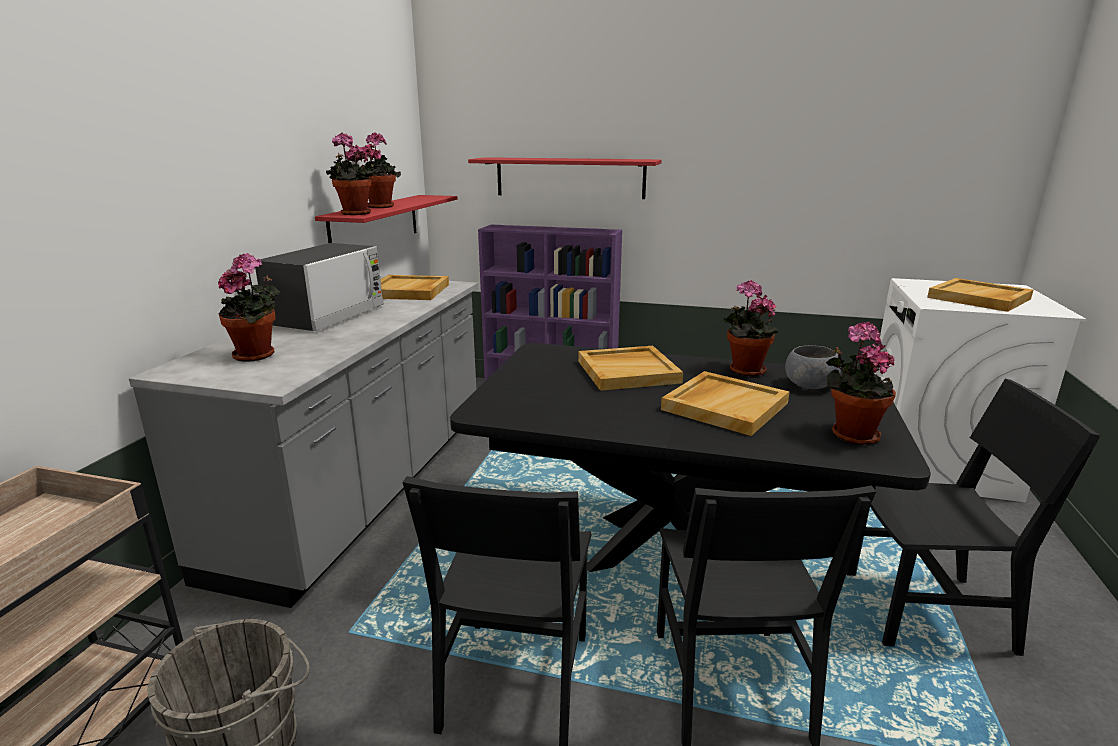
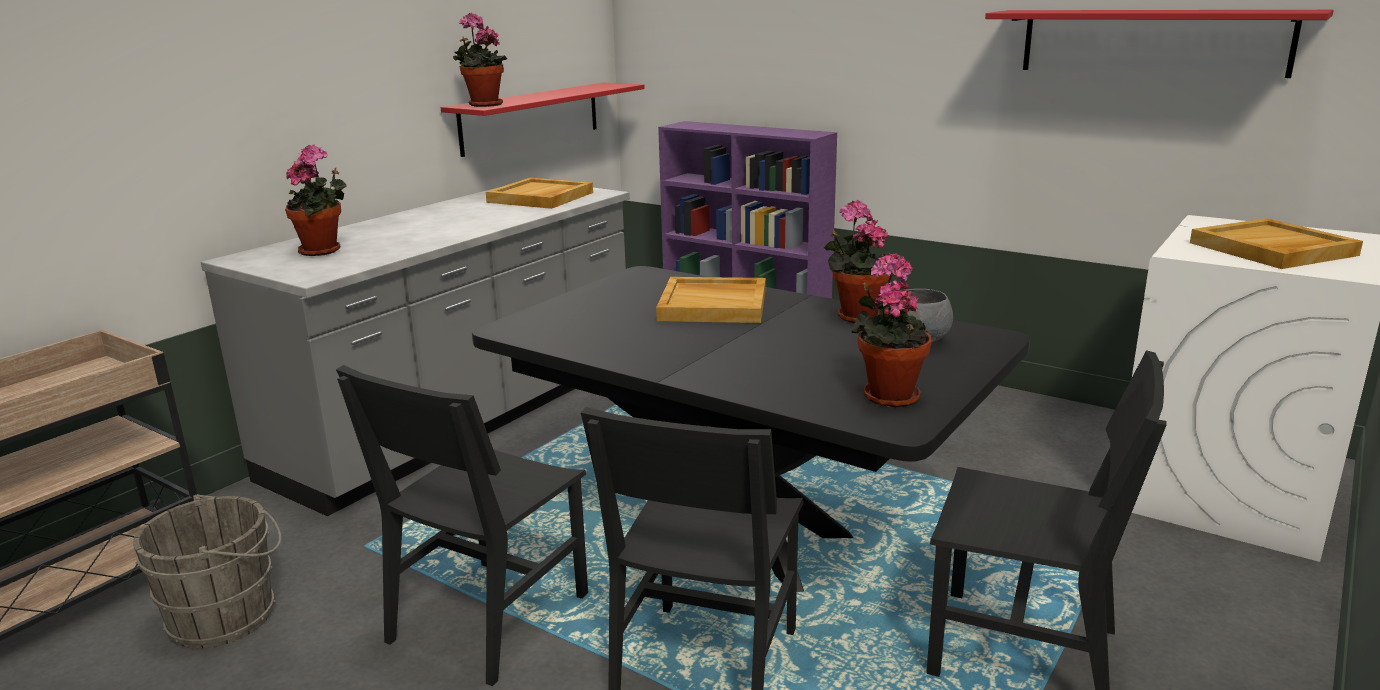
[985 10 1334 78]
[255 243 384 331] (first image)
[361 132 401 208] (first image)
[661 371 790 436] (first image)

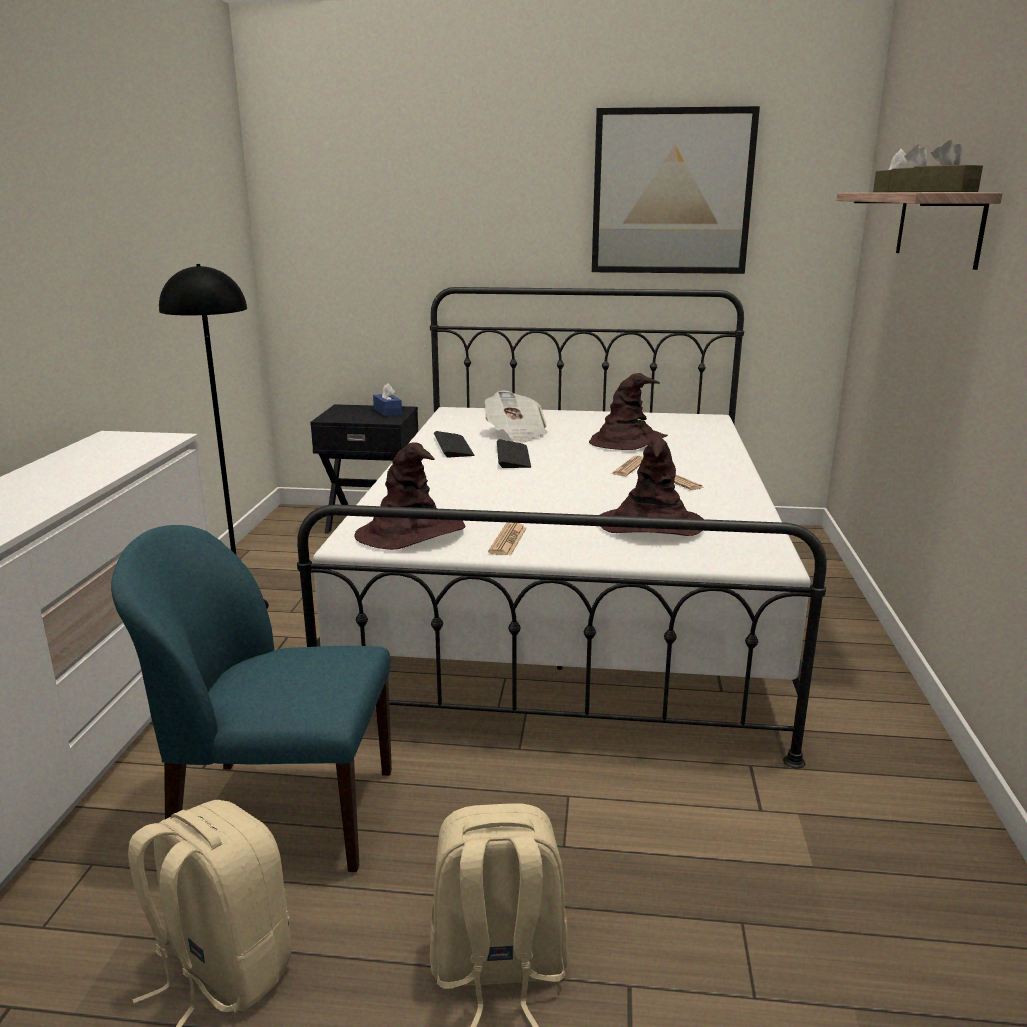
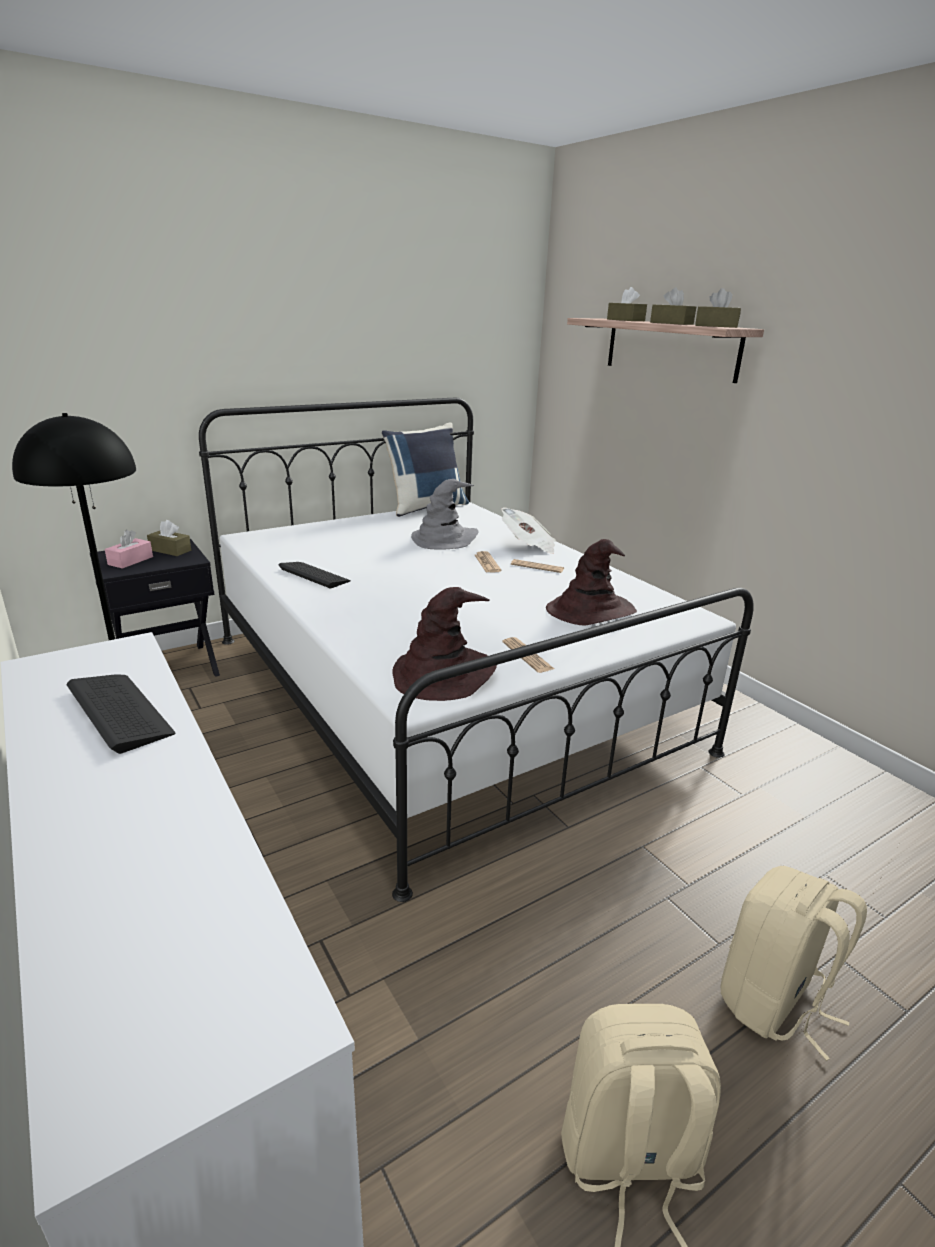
[67 674 175 754]
[105 530 153 569]
[147 520 191 556]
[382 422 469 517]
[411 479 478 550]
[502 507 556 554]
[111 525 392 872] (first image)
[592 106 760 274] (first image)

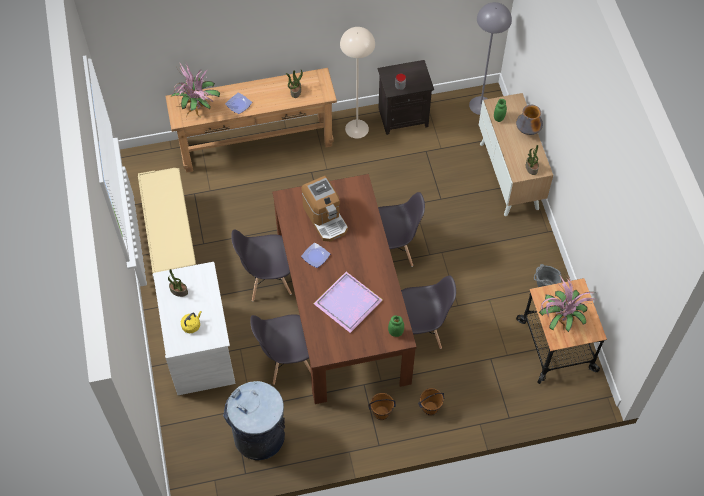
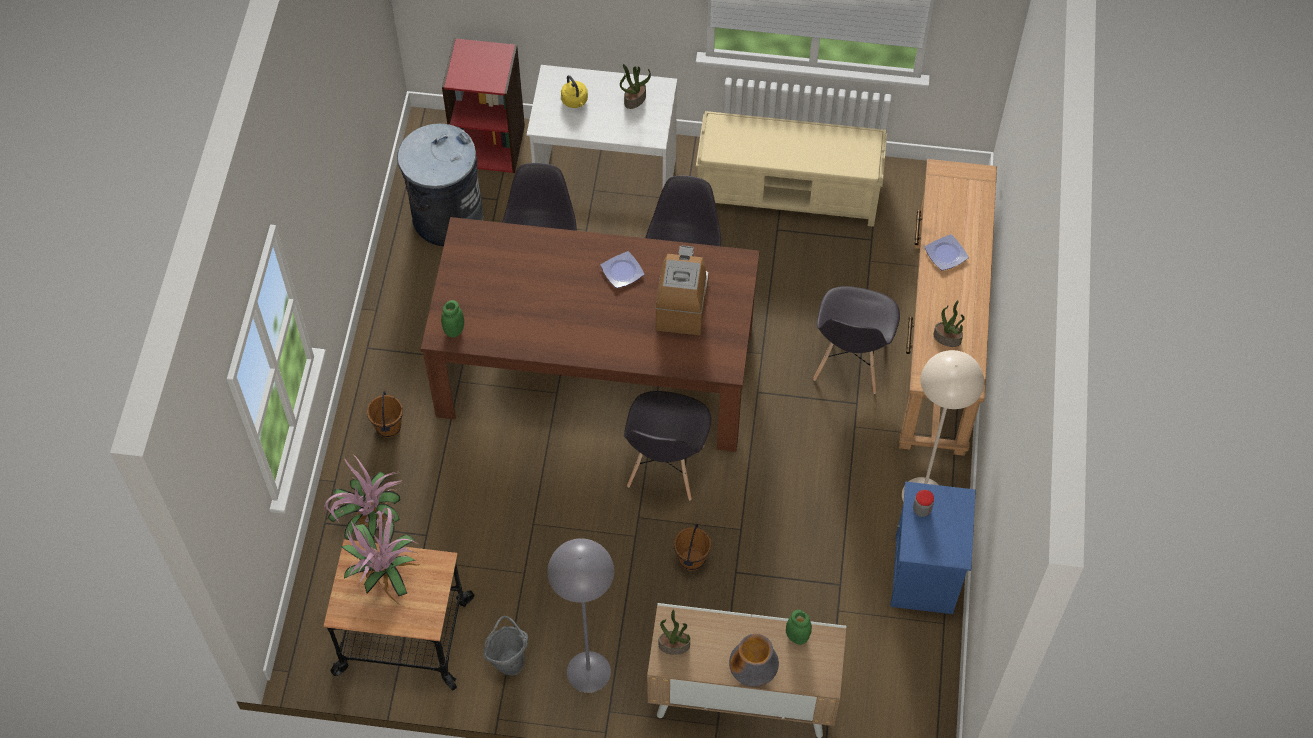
[324 455 403 540]
[442 38 525 173]
[548 538 614 693]
[655 246 709 335]
[674 524 711 571]
[813 286 900 394]
[890 481 976 614]
[313 272 383 333] (first image)

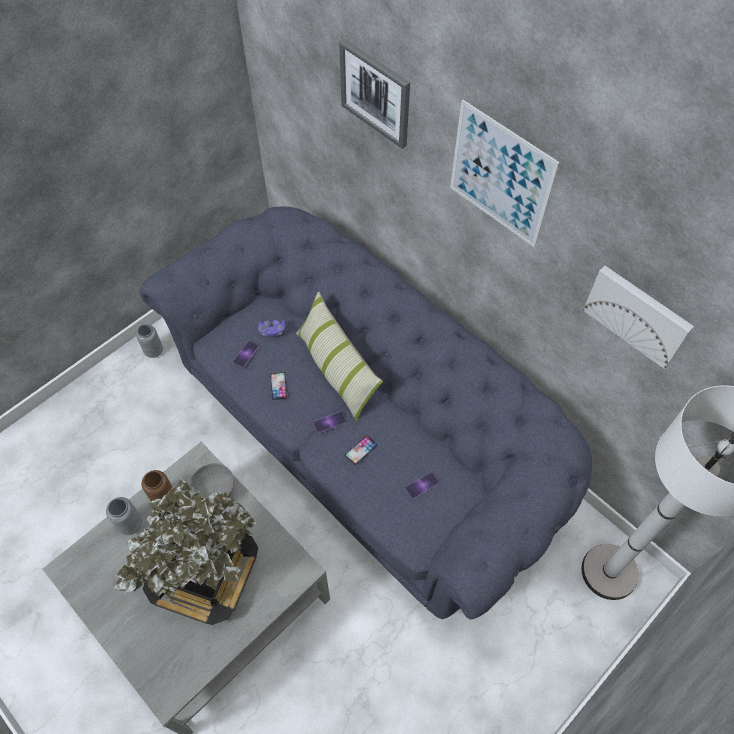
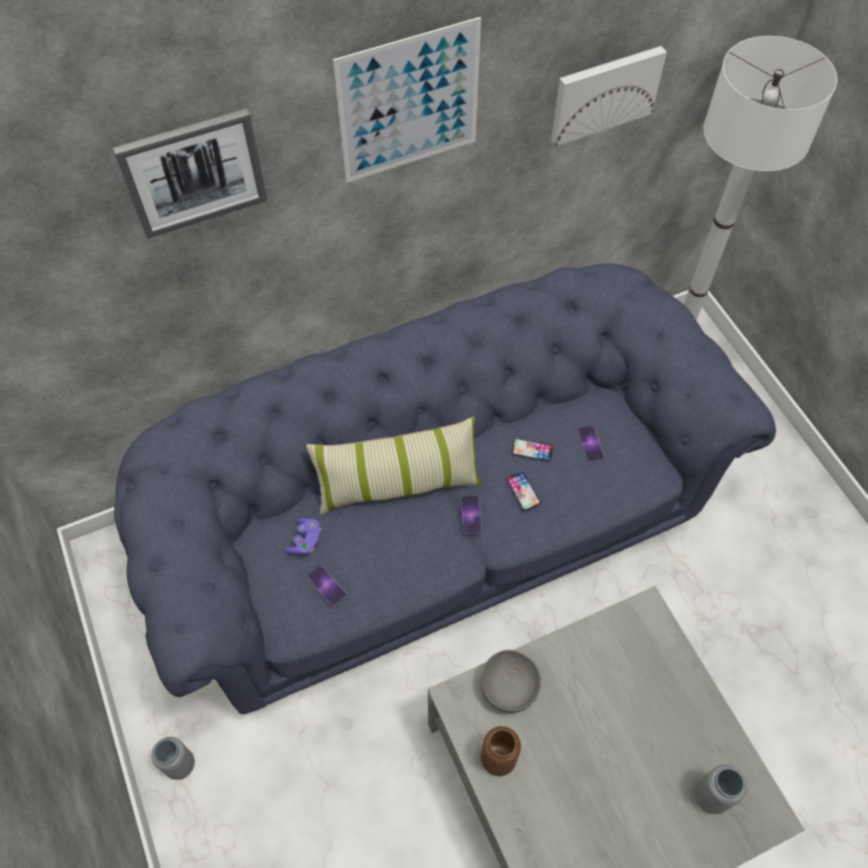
[512 438 553 462]
[695 764 747 814]
[114 479 258 625] (first image)

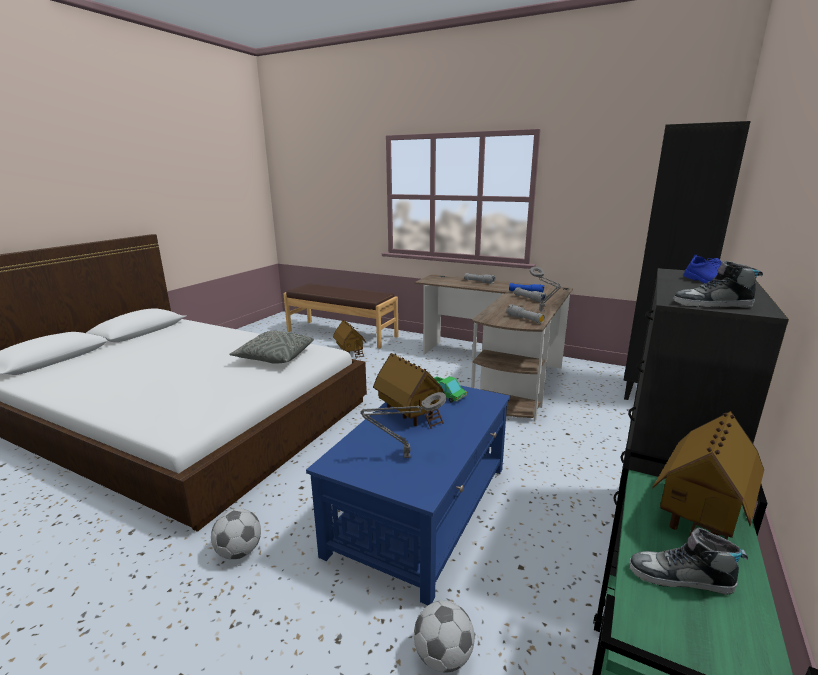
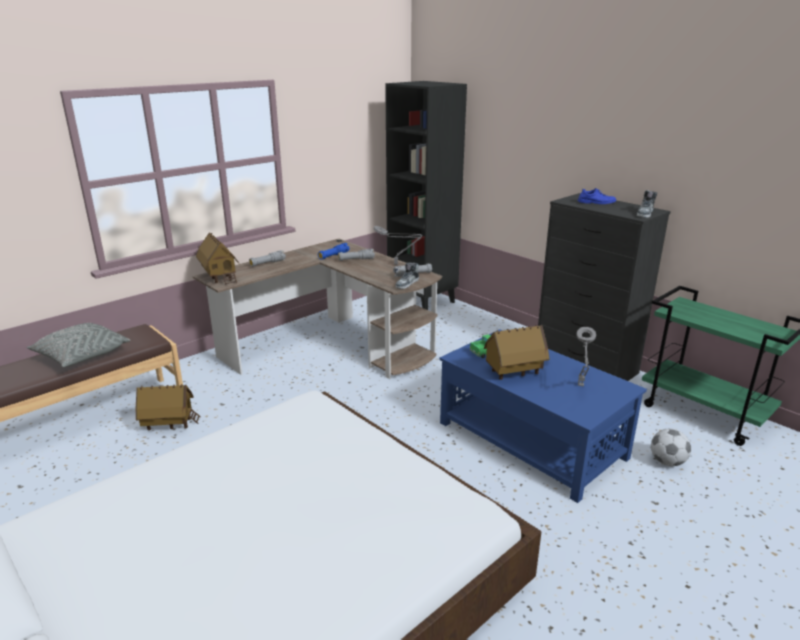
[26 323 131 367]
[196 233 239 285]
[395 263 419 289]
[211 508 261 560] (first image)

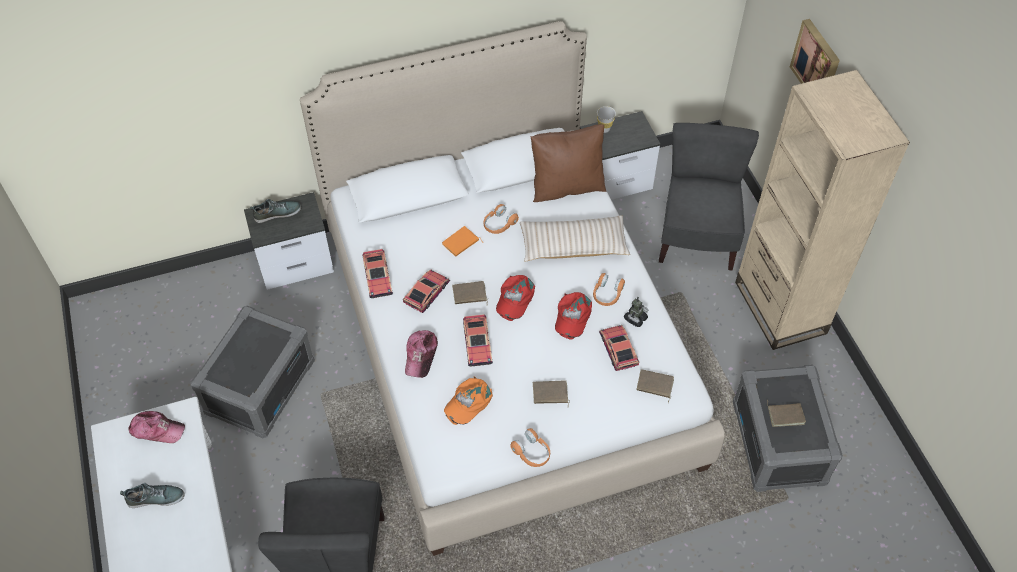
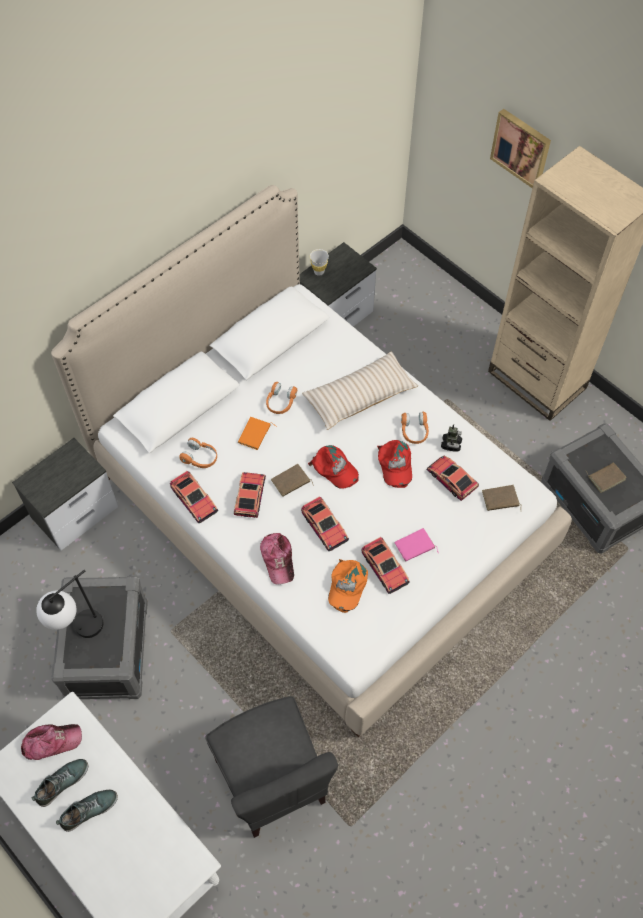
[32 759 88 807]
[36 570 103 638]
[179 437 217 468]
[308 445 359 489]
[362 537 410 594]
[395 528 438 562]
[531 124 606 202] (first image)
[659 123 759 270] (first image)

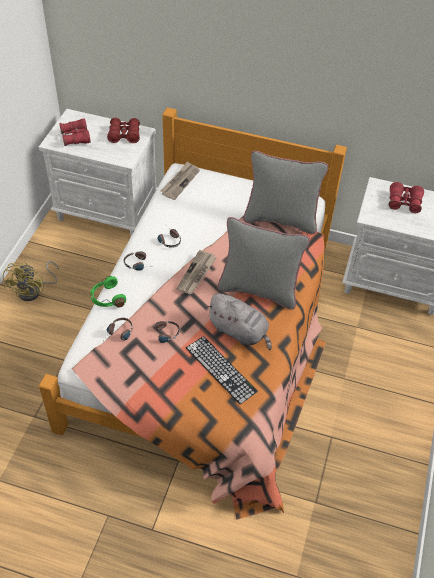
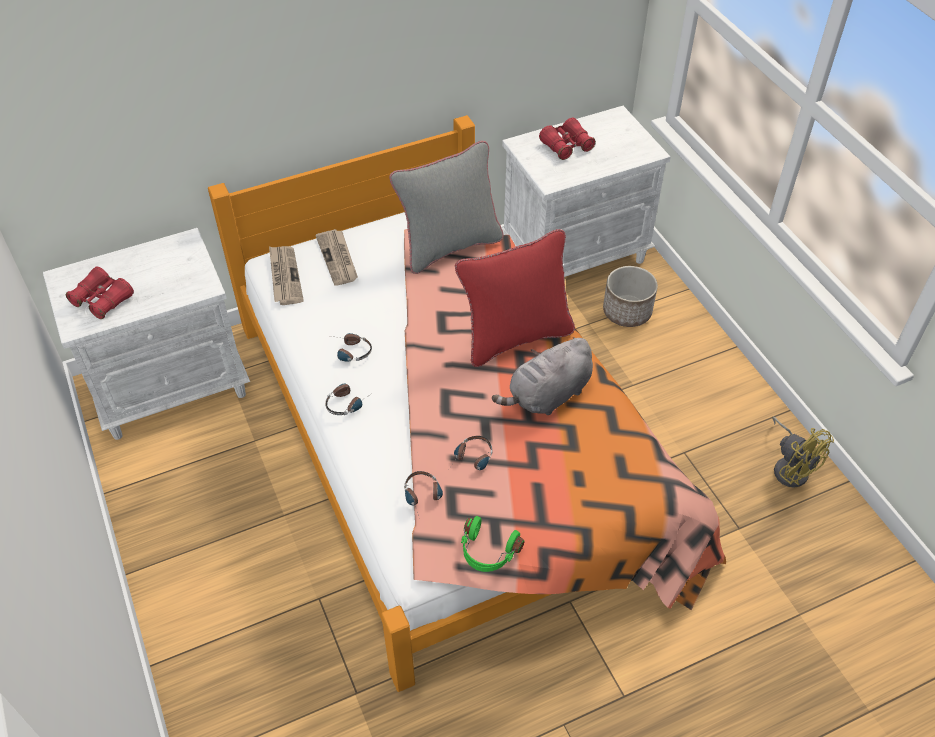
[315 229 358 286]
[455 229 575 367]
[461 516 525 572]
[492 337 593 415]
[603 266 658 327]
[772 416 834 487]
[107 118 140 143] (first image)
[186 336 258 404] (first image)

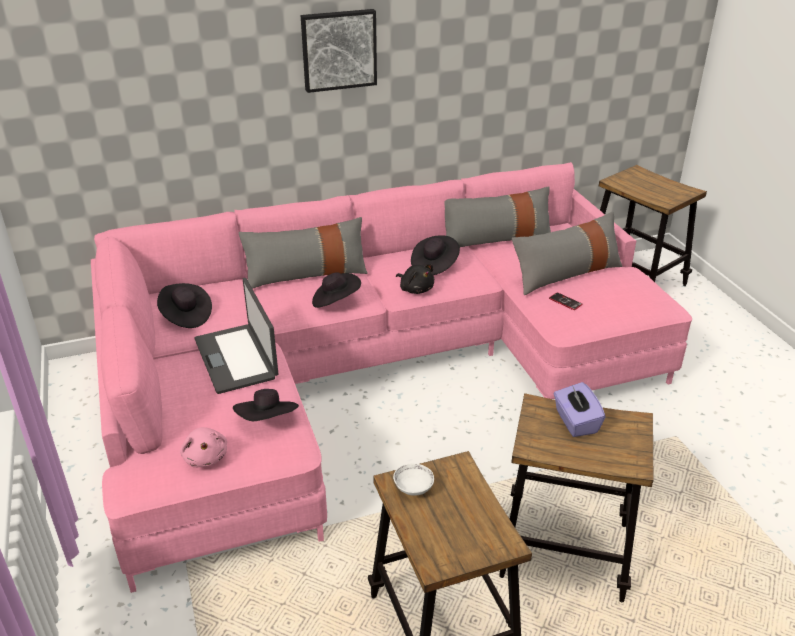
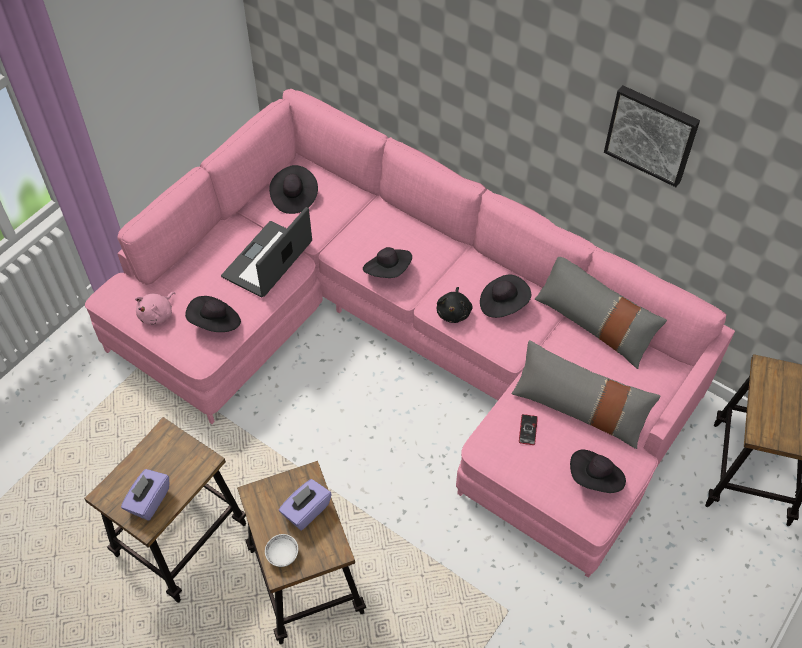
[121 469 169 521]
[265 534 298 567]
[570 449 626 493]
[604 85 700 187]
[238 217 368 289] (first image)

